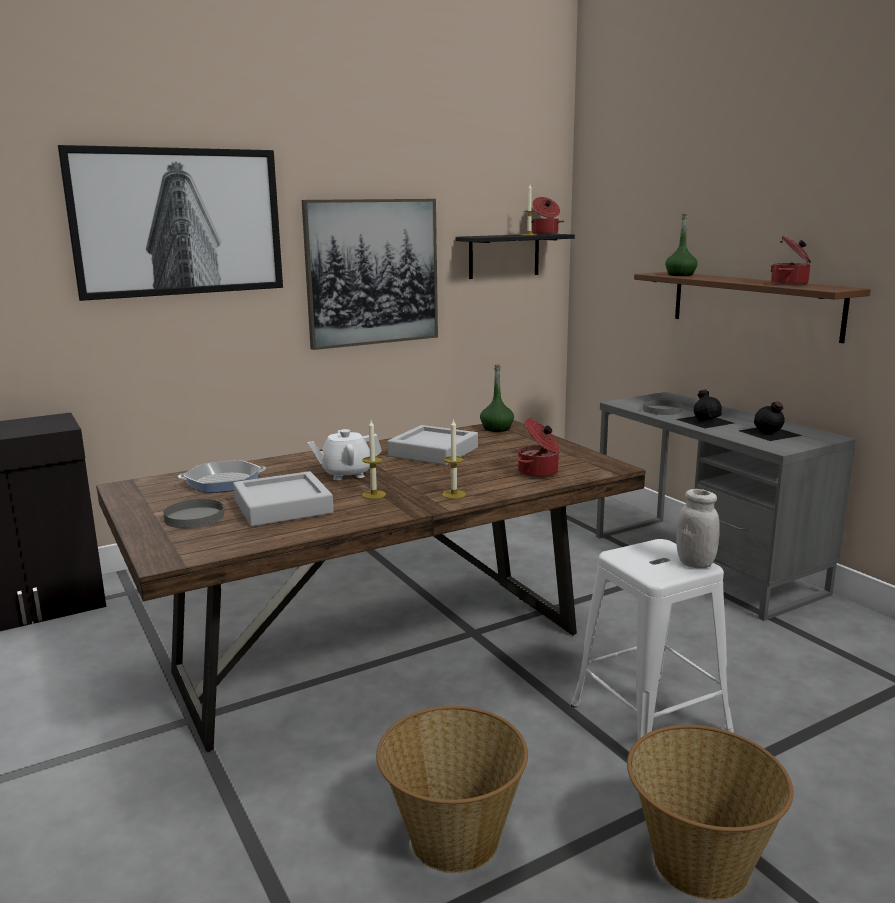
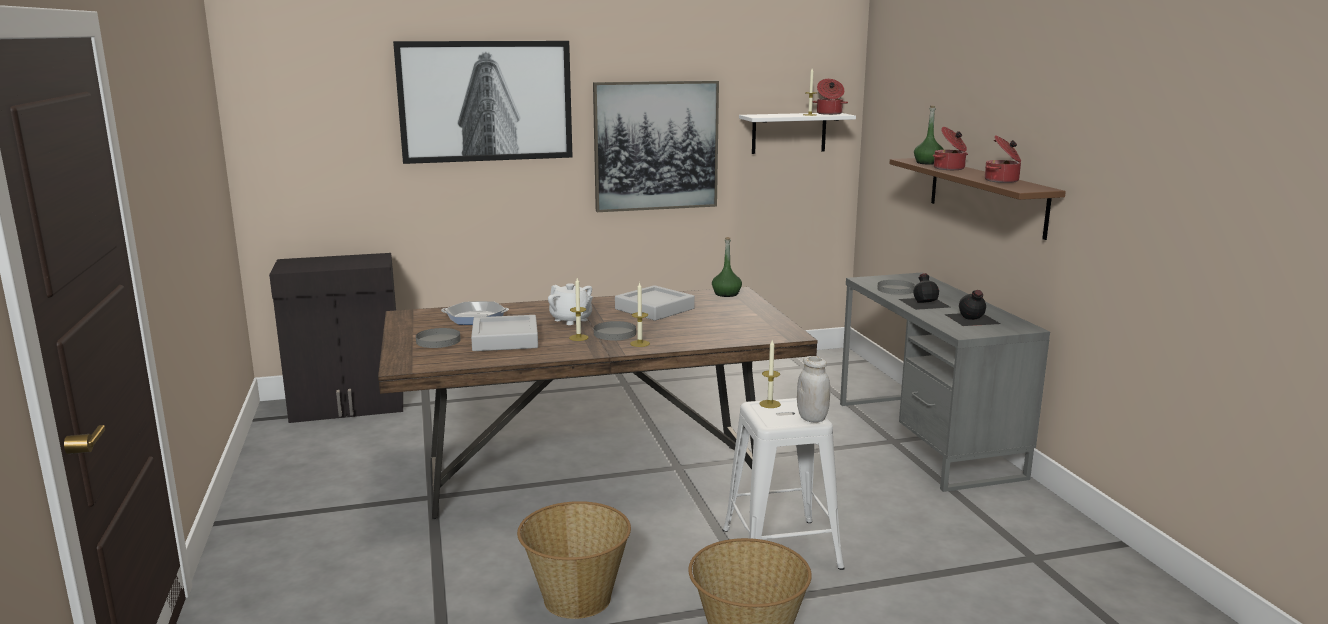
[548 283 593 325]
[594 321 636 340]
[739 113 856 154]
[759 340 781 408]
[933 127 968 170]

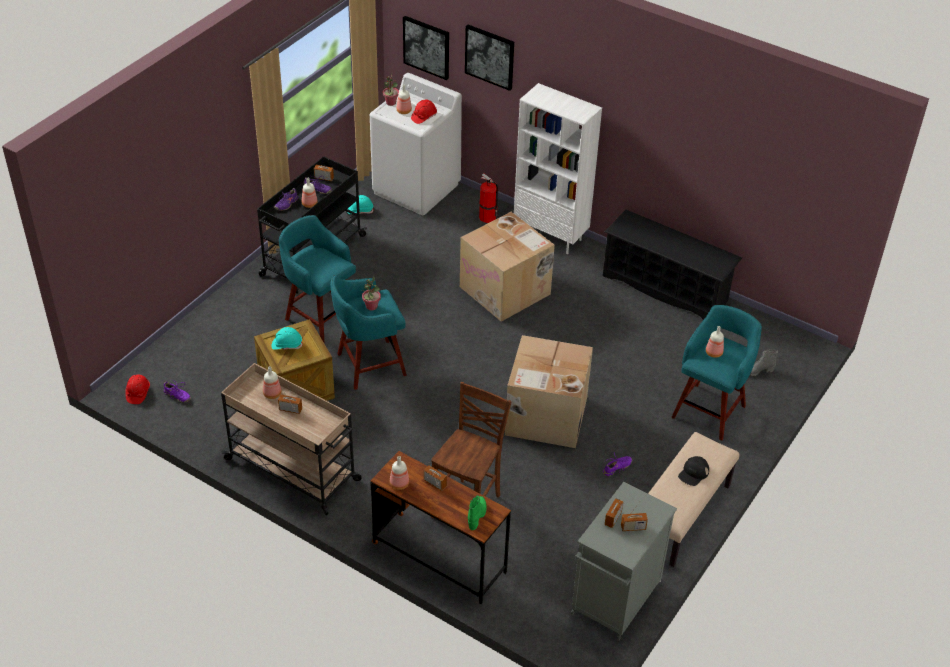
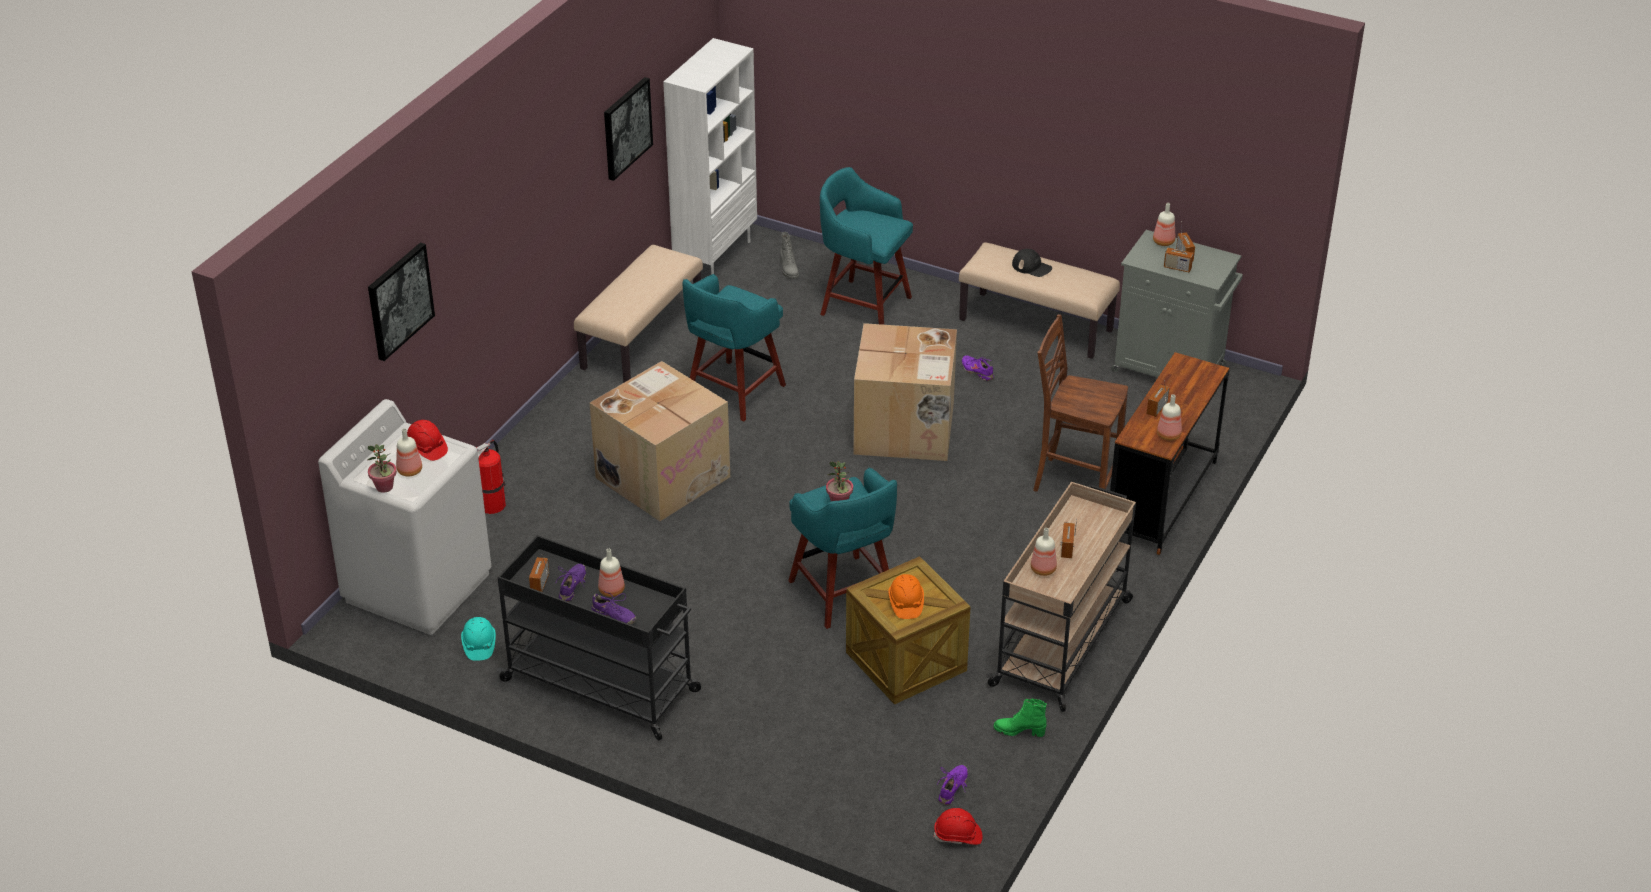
[574 245 703 383]
[604 77 653 181]
[663 38 757 275]
[683 274 786 422]
[888 574 924 619]
[994 698 1047 737]
[1153 203 1175 246]

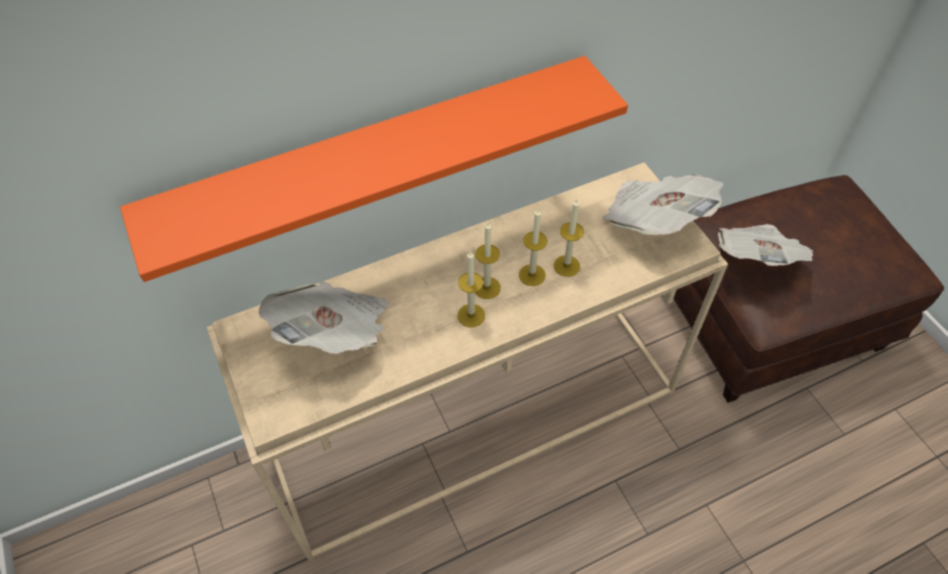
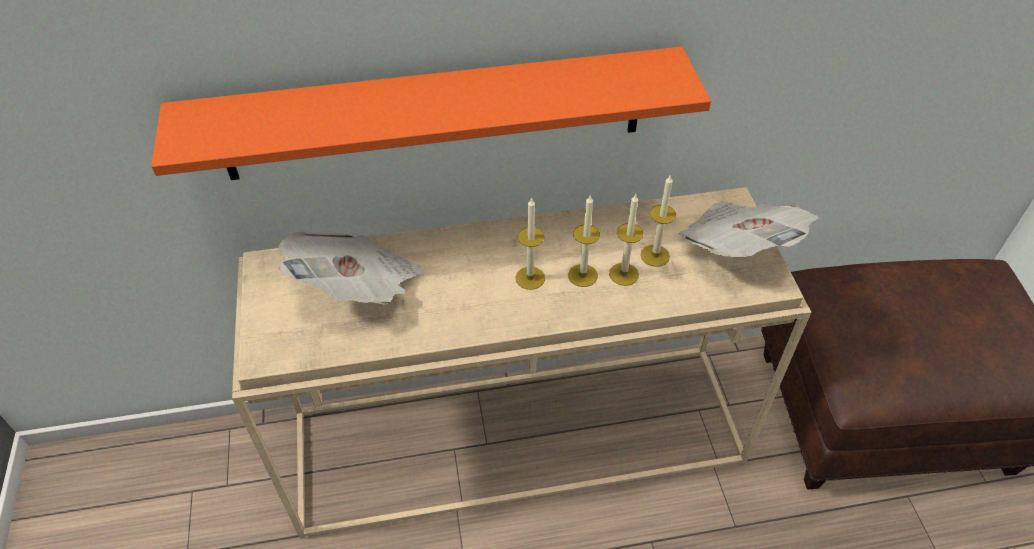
[641 174 676 267]
[718 224 813 266] (first image)

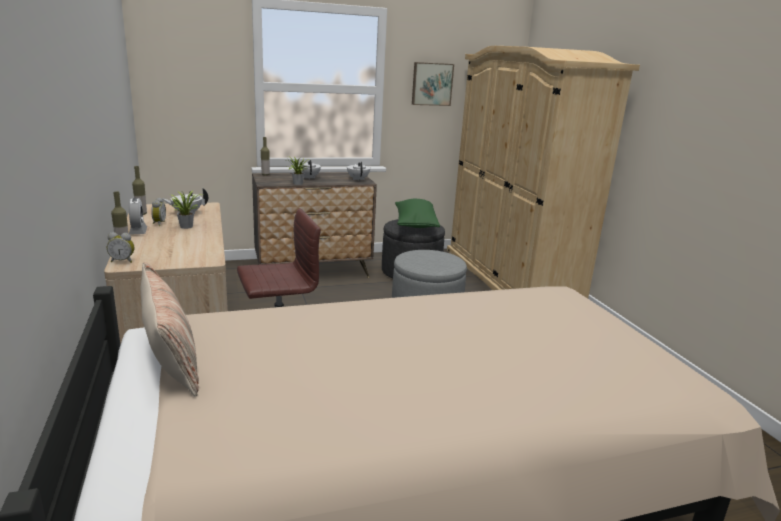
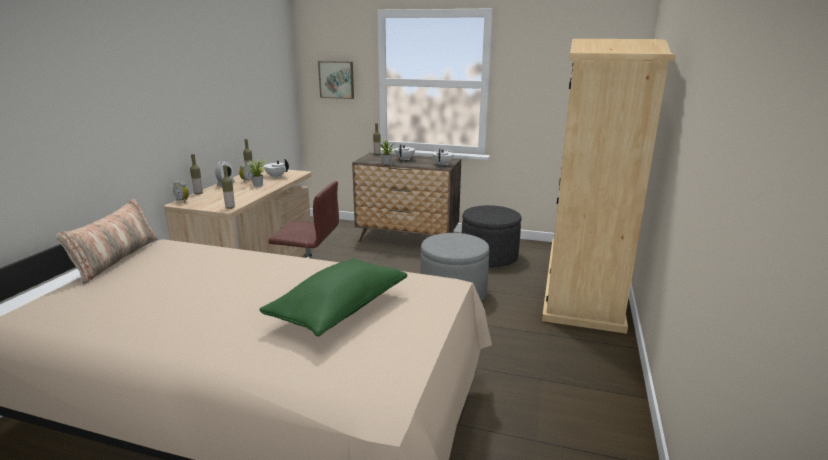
[221 165 235 209]
[259 258 407 336]
[318 61 354 99]

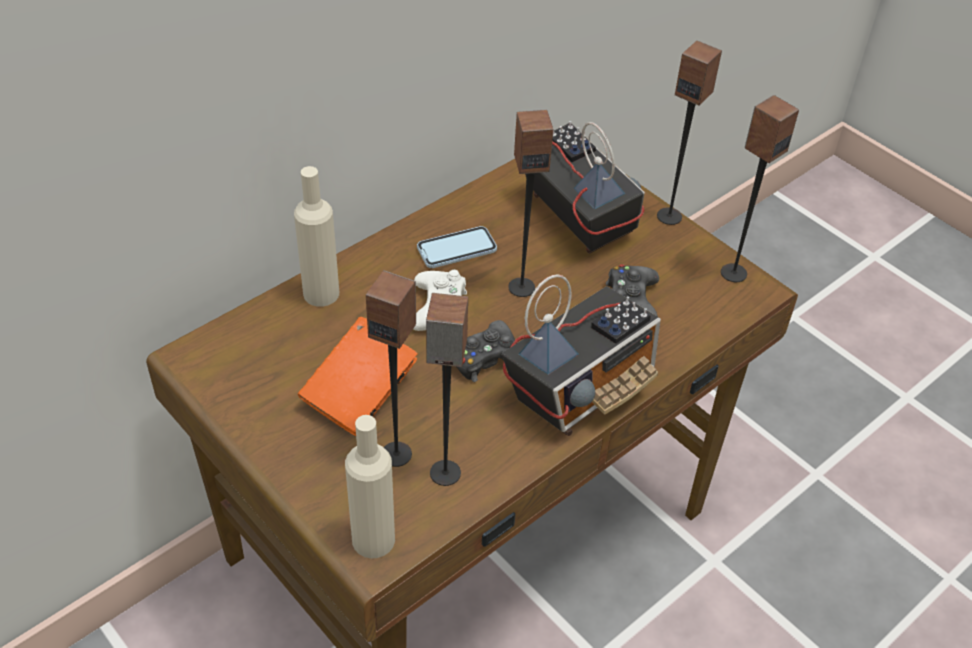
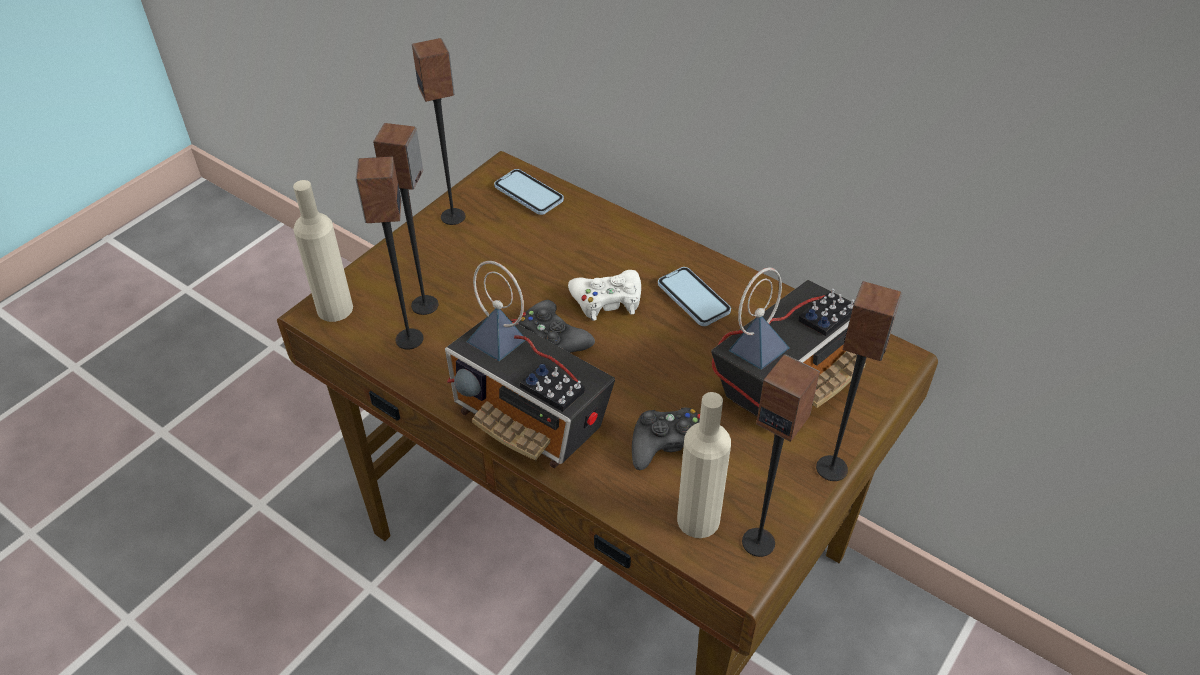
[412 38 466 225]
[494 169 564 215]
[677 392 731 538]
[298 317 418 436] (first image)

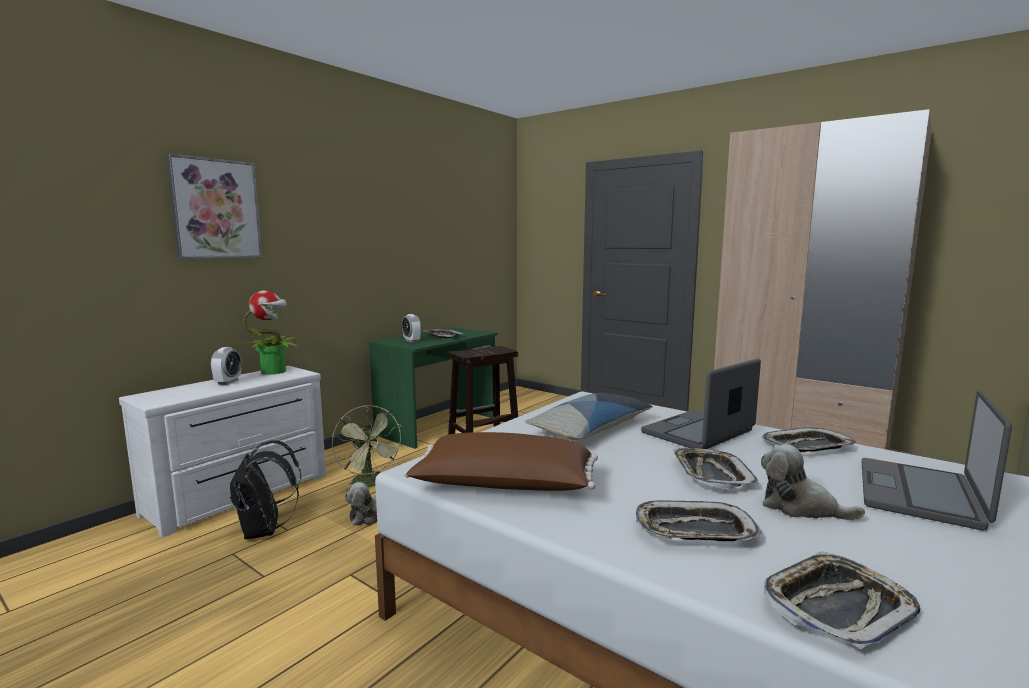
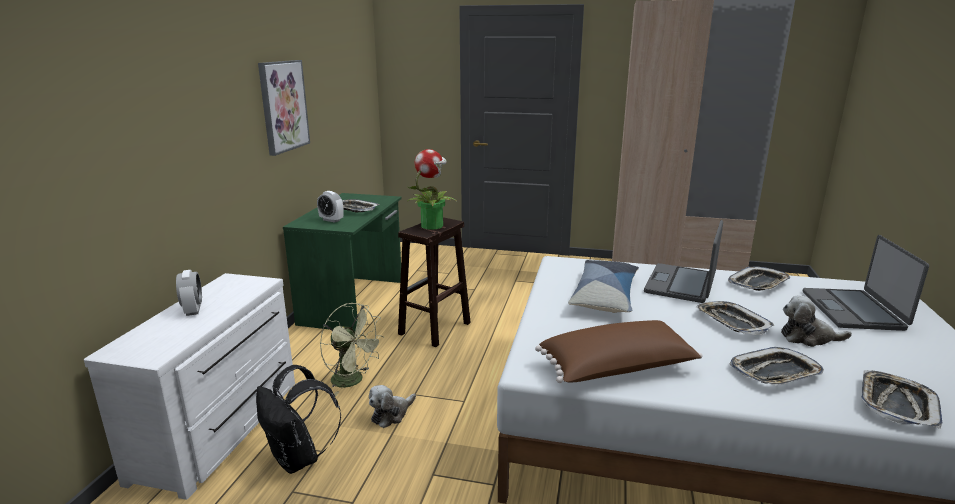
[258 60 310 156]
[407 149 456 230]

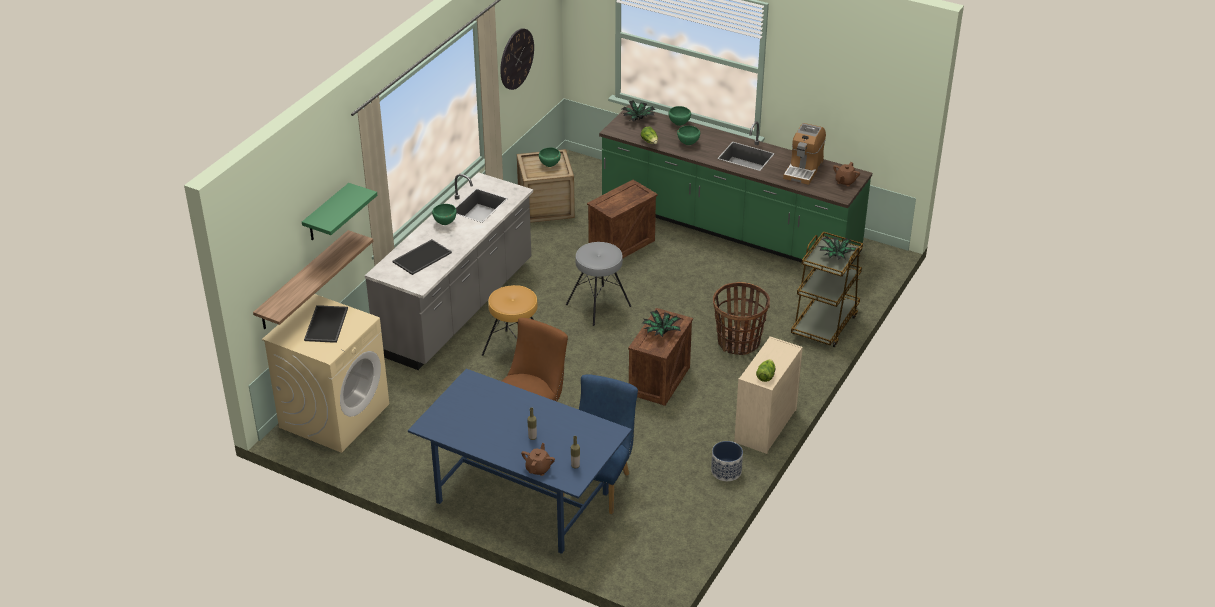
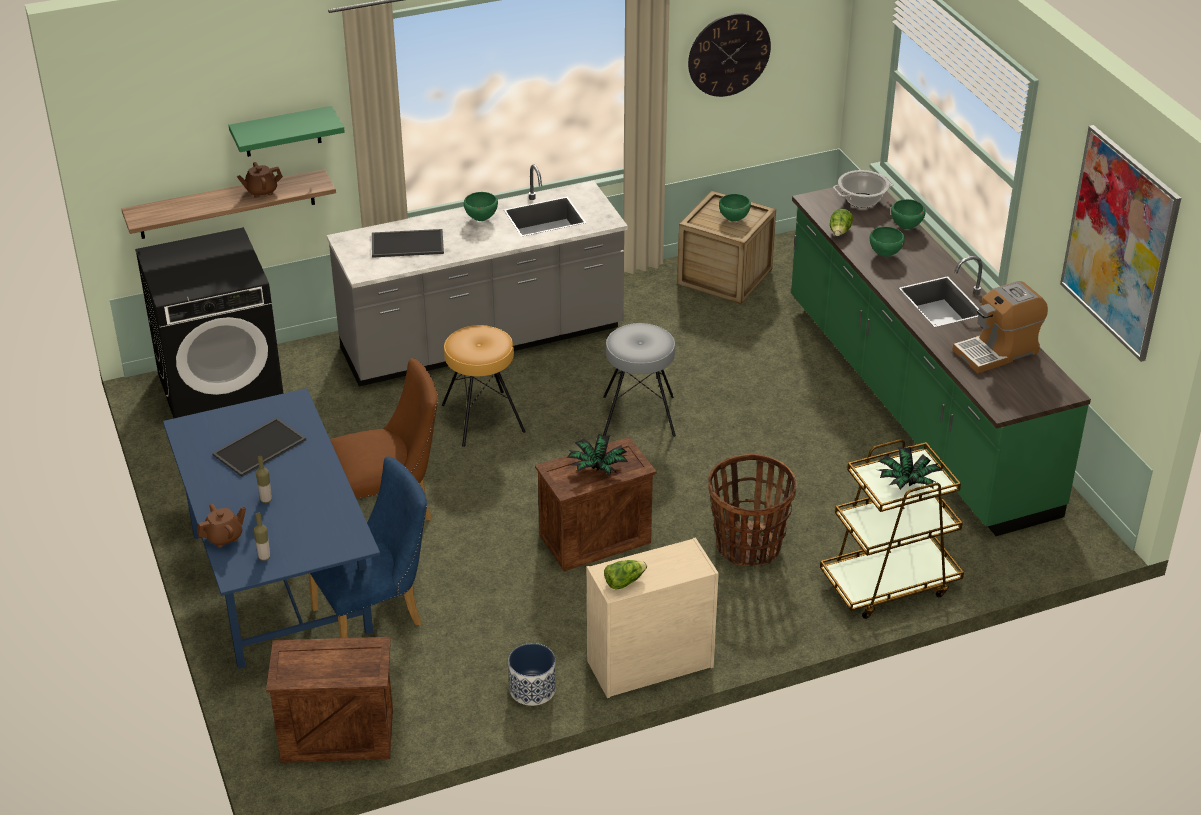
[135 227 284 418]
[212 418 306 477]
[237 162 283 198]
[266 637 393 763]
[833 170 894 208]
[1060 125 1181 362]

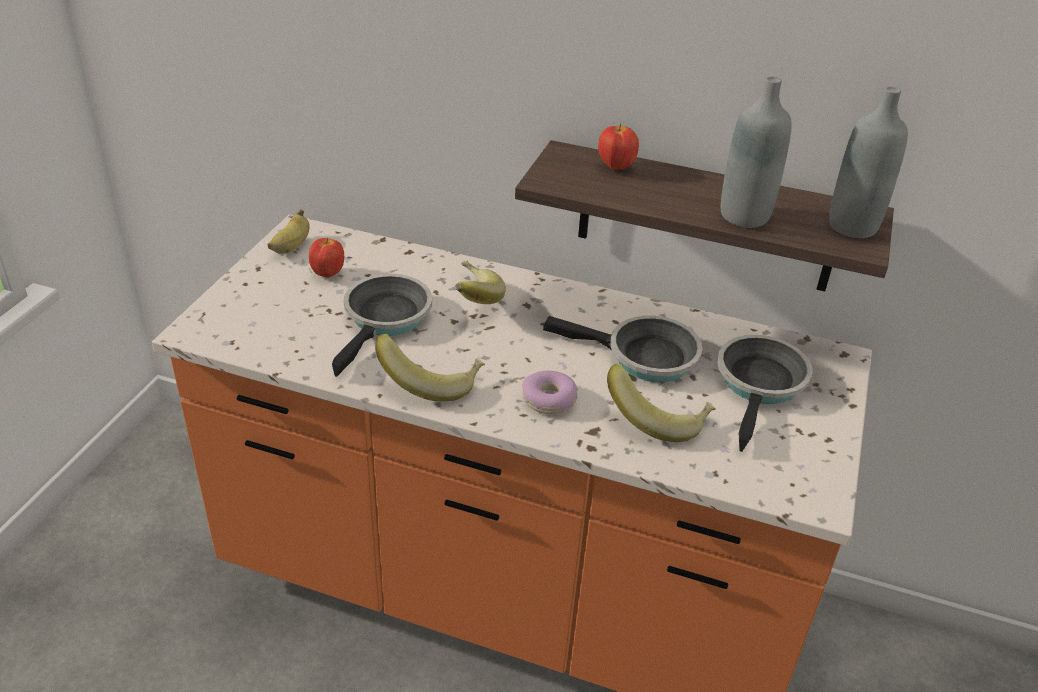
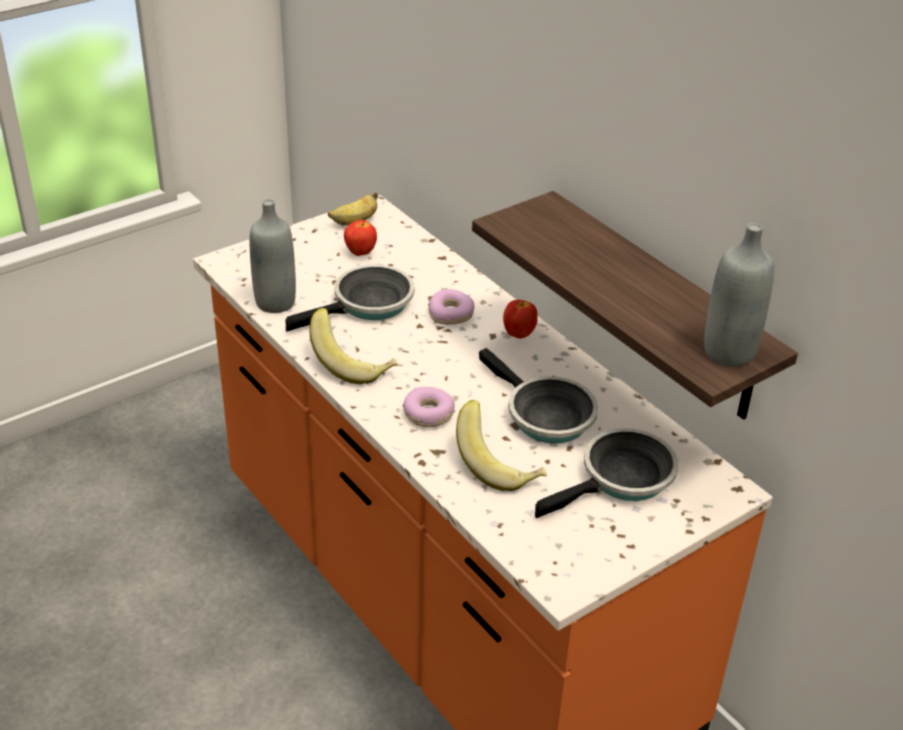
[250 199 296 313]
[428 289 474 325]
[503 300 538 339]

